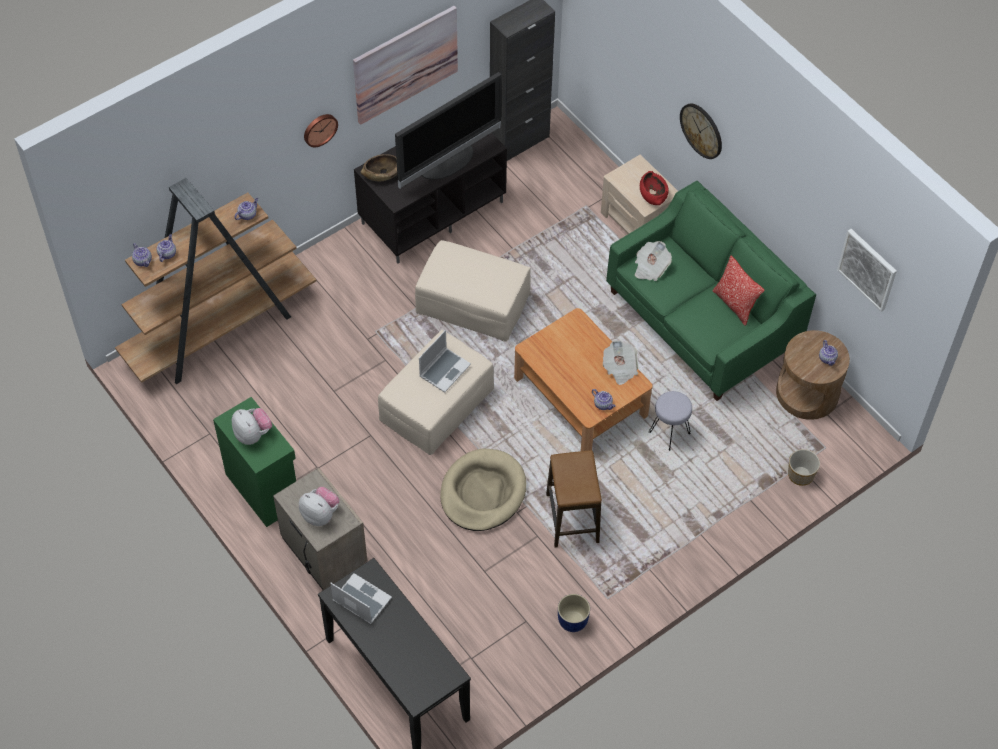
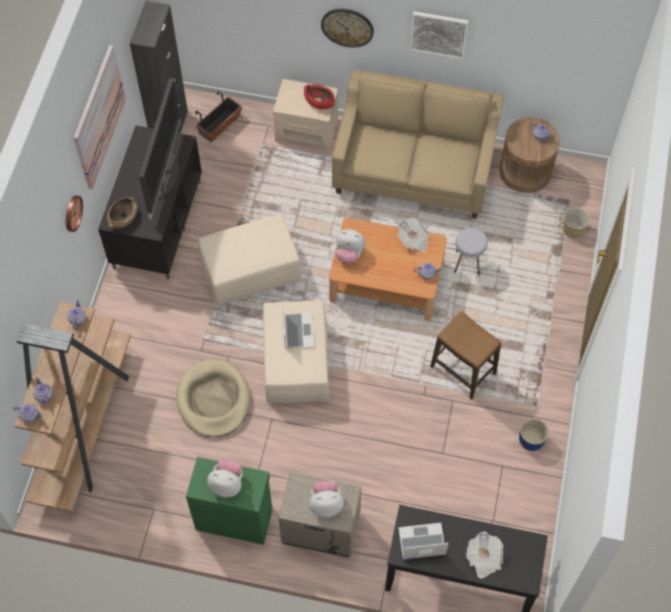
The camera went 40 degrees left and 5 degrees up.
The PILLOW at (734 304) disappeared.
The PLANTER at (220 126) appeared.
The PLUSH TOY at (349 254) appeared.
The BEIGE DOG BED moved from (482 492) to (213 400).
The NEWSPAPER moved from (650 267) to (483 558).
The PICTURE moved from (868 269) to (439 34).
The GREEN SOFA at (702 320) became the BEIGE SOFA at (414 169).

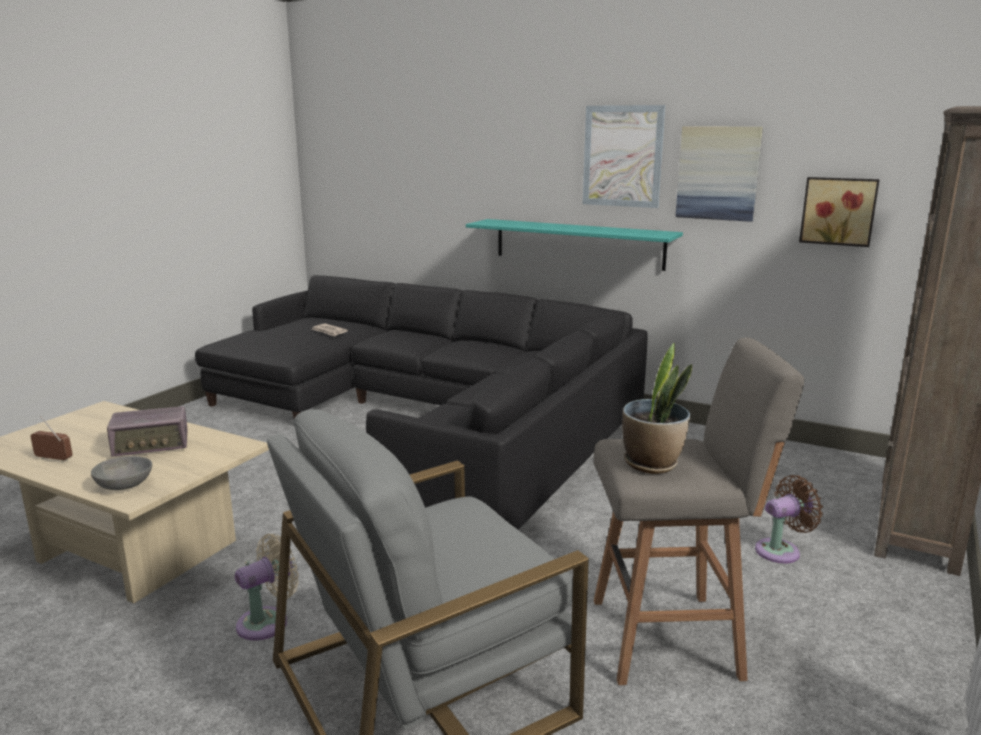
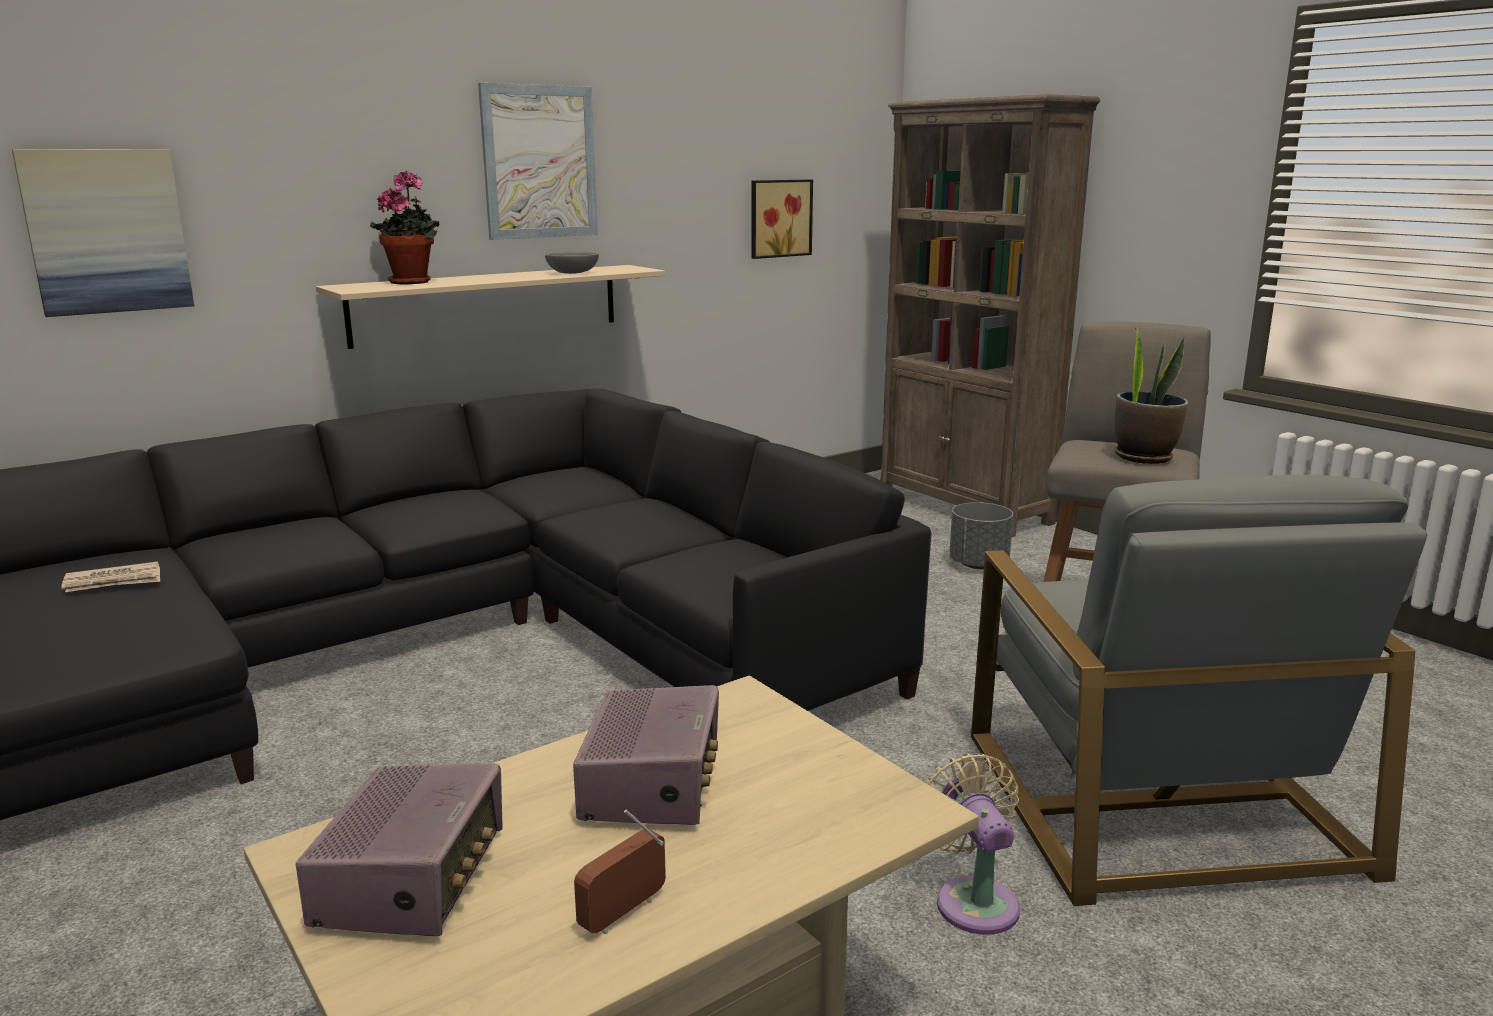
The camera went 65 degrees left and 0 degrees up.
The RADIO at (413 879) appeared.
The POTTED PLANT at (413 282) appeared.
The GREY BOWL moved from (125 485) to (573 273).
The PICTURE moved from (718 173) to (107 231).
The BROWN FAN at (781 550) was replaced by the GREY PLANTER at (978 565).
The TURQUOISE SHELF at (578 244) became the BEIGE SHELF at (487 304).

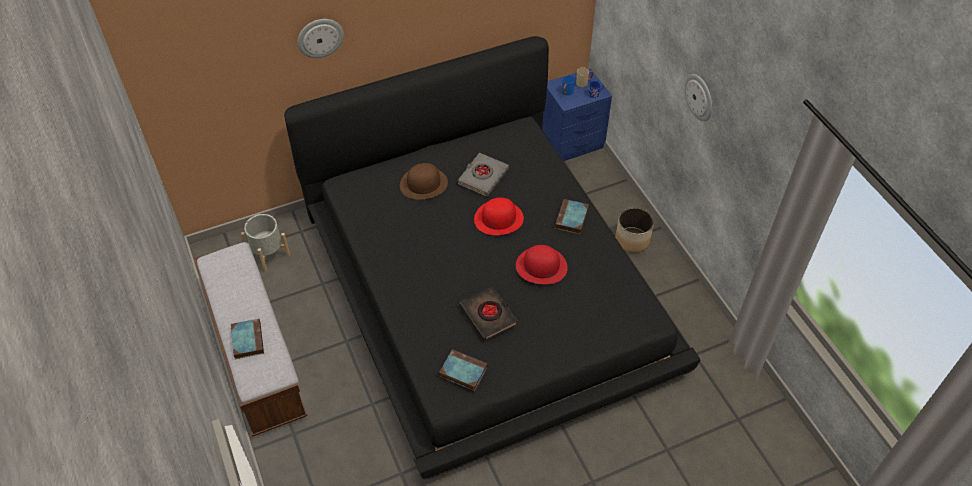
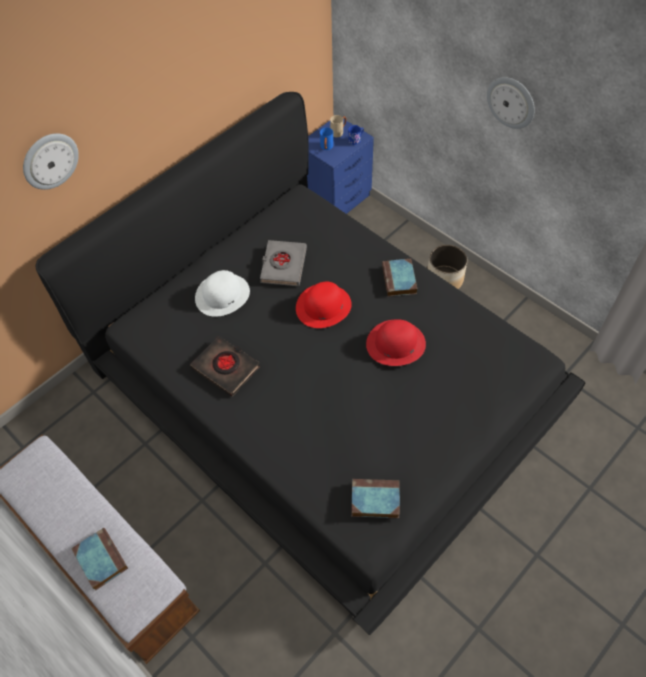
The camera went 20 degrees left and 5 degrees up.
The GREY PLANTER at (268 254) disappeared.
The BLACK BOOK moved from (488 315) to (226 368).
The BROWN HAT at (424 183) became the WHITE HAT at (222 294).

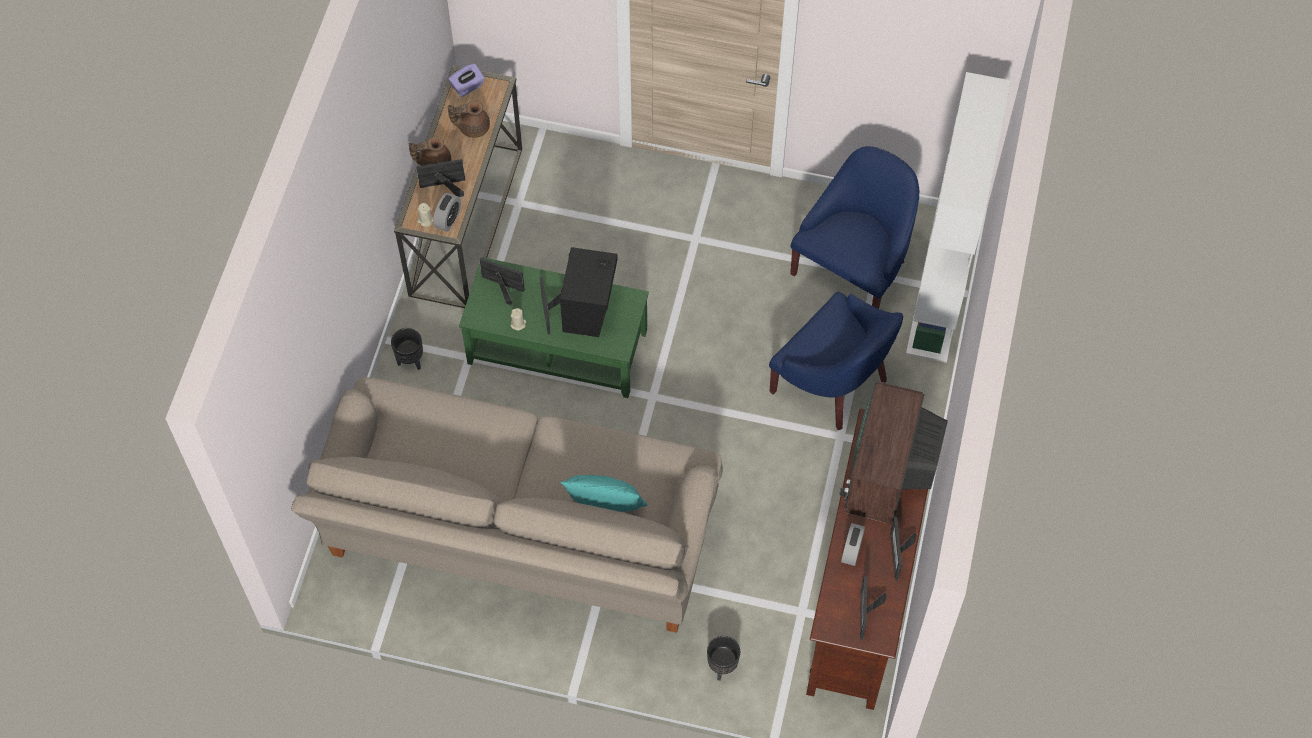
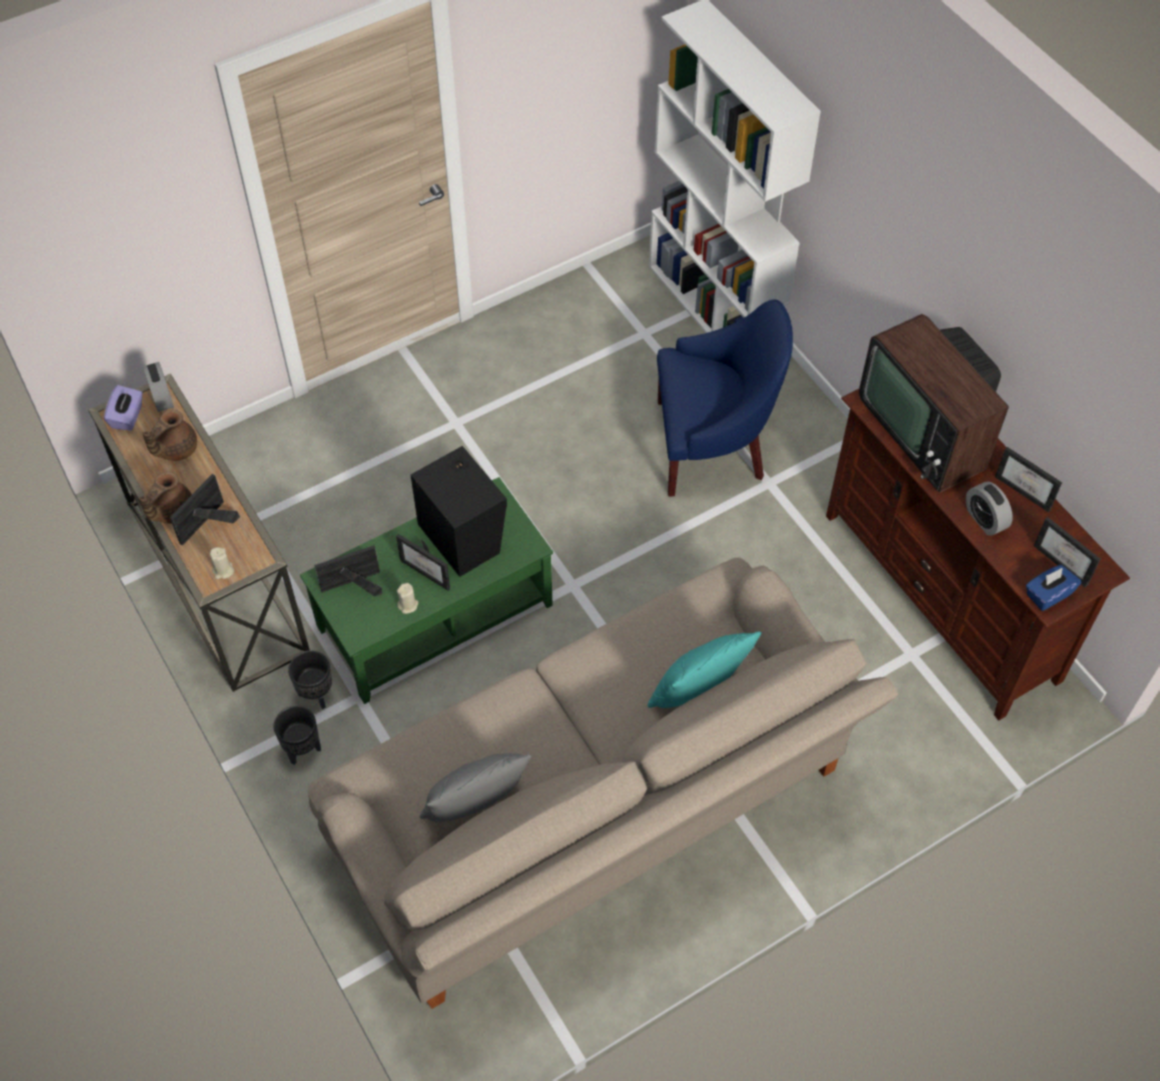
The camera went 45 degrees left and 5 degrees down.
The BLUE ARMCHAIR at (853 269) disappeared.
The GREY PILLOW at (476 805) appeared.
The BLUE TISSUE BOX at (1048 594) appeared.
The ALARM CLOCK moved from (448 219) to (162 398).
The BLACK PLANTER moved from (723 667) to (317 694).

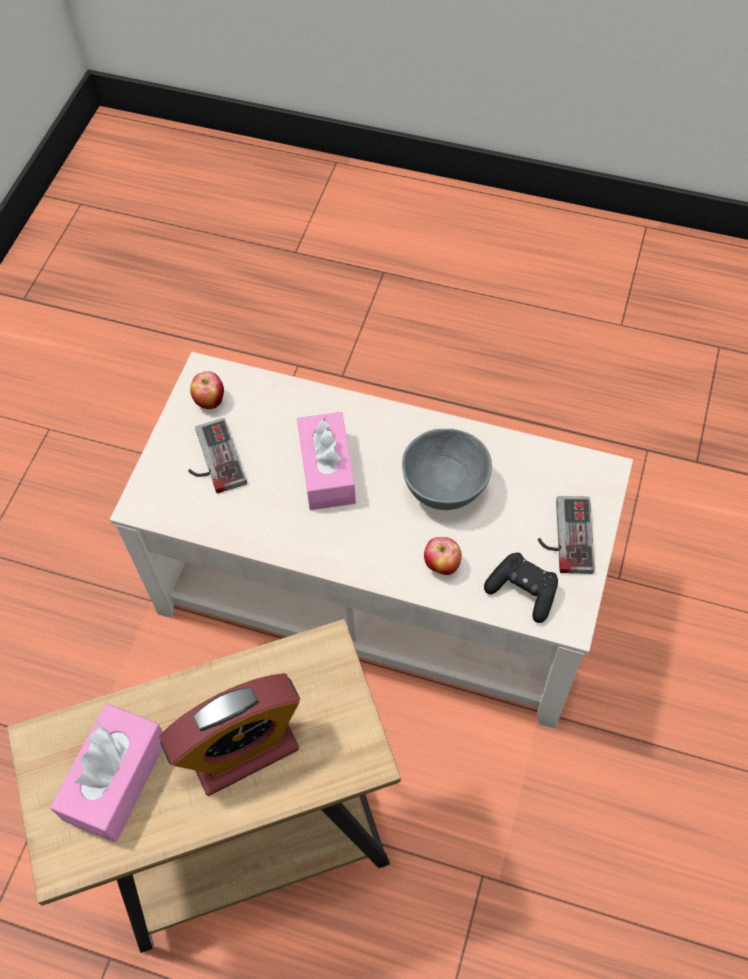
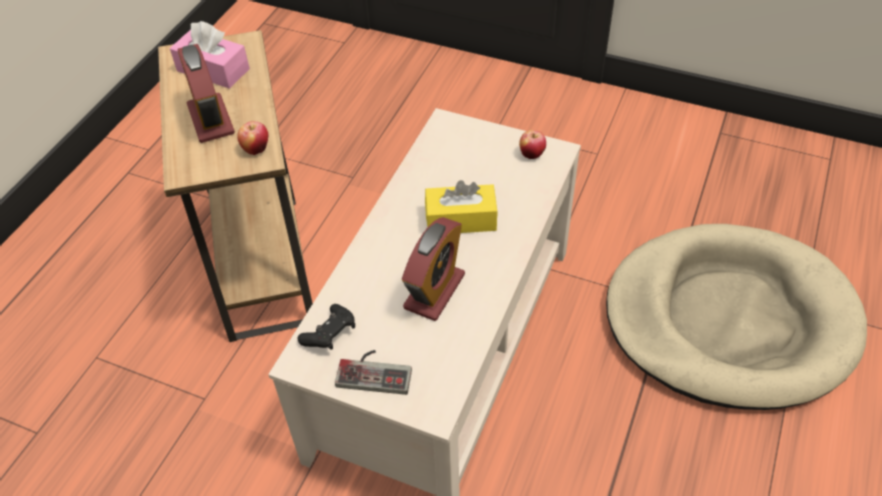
The camera went 95 degrees right and 10 degrees down.
The GAME CONTROLLER at (211 460) disappeared.
The BEIGE DOG BED at (729 319) appeared.
The APPLE moved from (441 565) to (256 149).
The GREY BOWL at (443 488) was replaced by the ALARM CLOCK at (434 291).
The PINK TISSUE BOX at (327 470) became the YELLOW TISSUE BOX at (461 219).

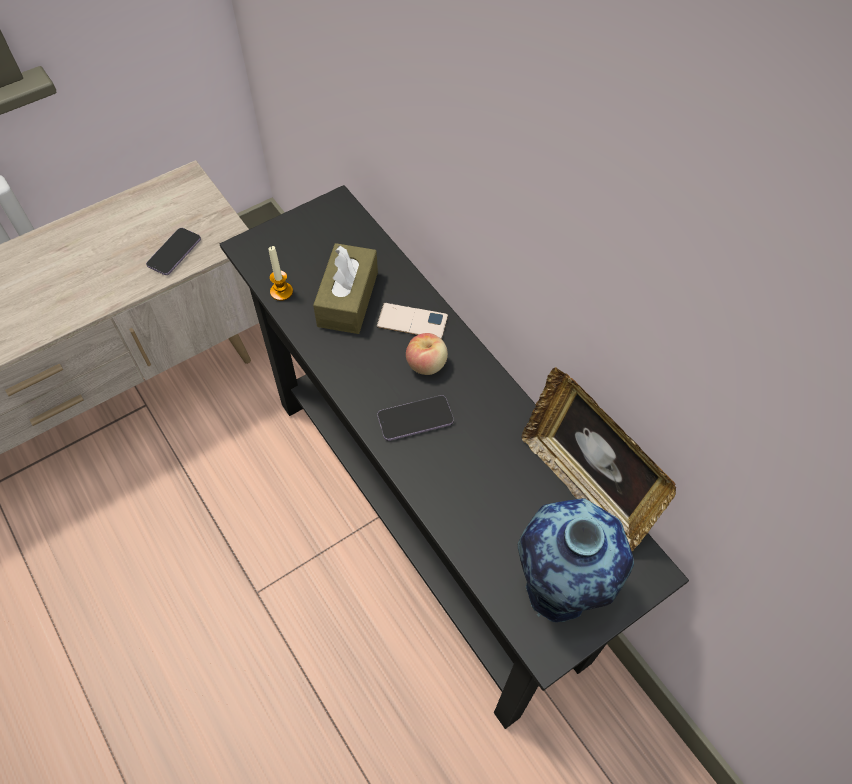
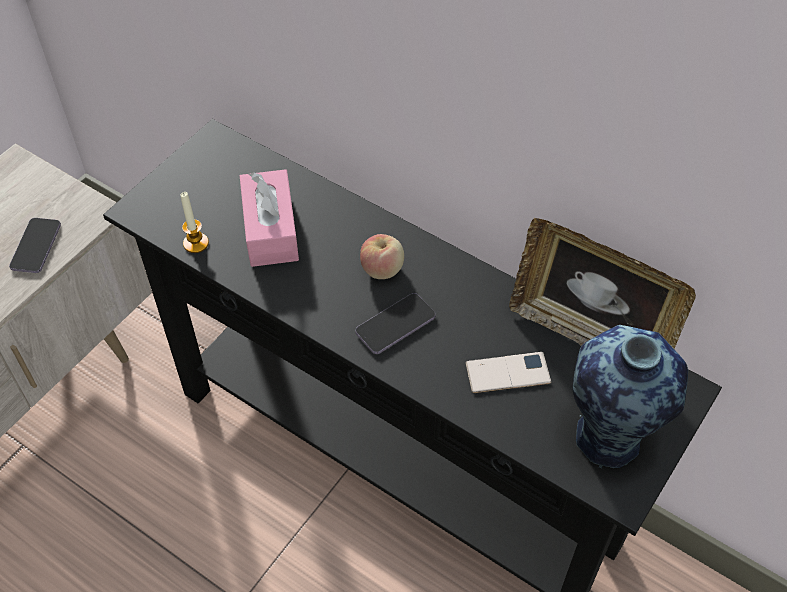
The camera went 20 degrees left and 5 degrees down.
The PHONE moved from (412 321) to (508 373).
The BROWN TISSUE BOX at (348 299) became the PINK TISSUE BOX at (270 230).

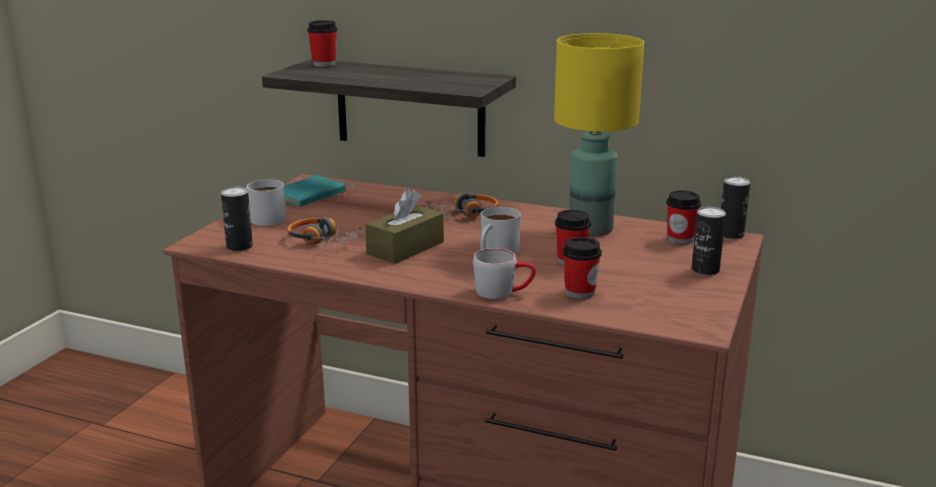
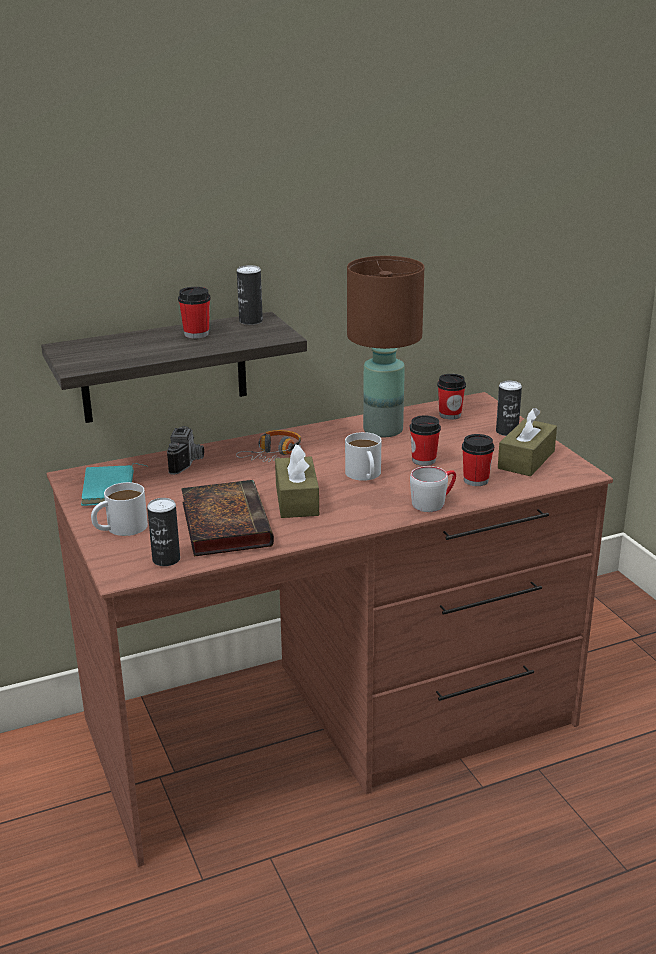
The camera went 45 degrees left and 5 degrees up.
The PHOTO CAMERA at (189 462) appeared.
The BROWN TISSUE BOX at (526 460) appeared.
The CUP moved from (324 64) to (196 334).
The CAN moved from (731 235) to (251 321).
The HEADPHONES at (324 241) was replaced by the BOOK at (224 523).
The YELLOW TABLE LAMP at (590 228) became the BROWN TABLE LAMP at (382 429).

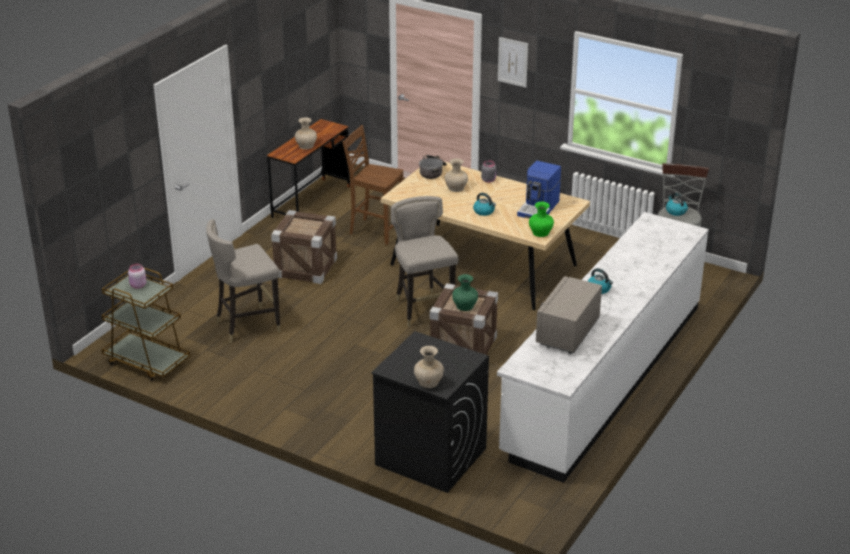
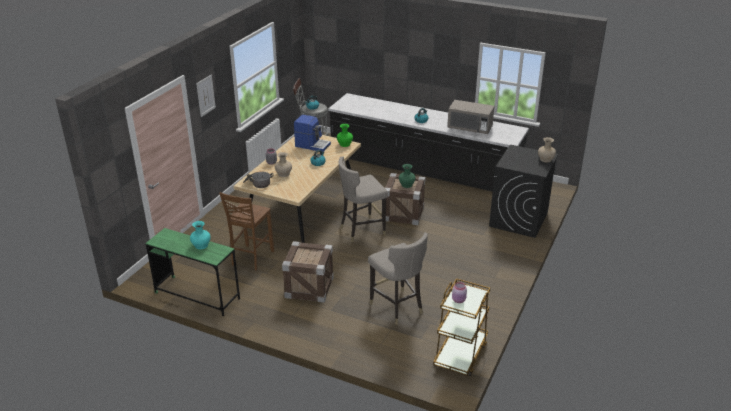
The camera went 95 degrees left and 0 degrees up.
The BROWN DESK at (311 201) became the GREEN DESK at (197 296).
The BEIGE VASE at (306 146) became the TURQUOISE VASE at (201 245).
The WHITE COUNTER at (604 377) became the BLACK COUNTER at (423 169).

